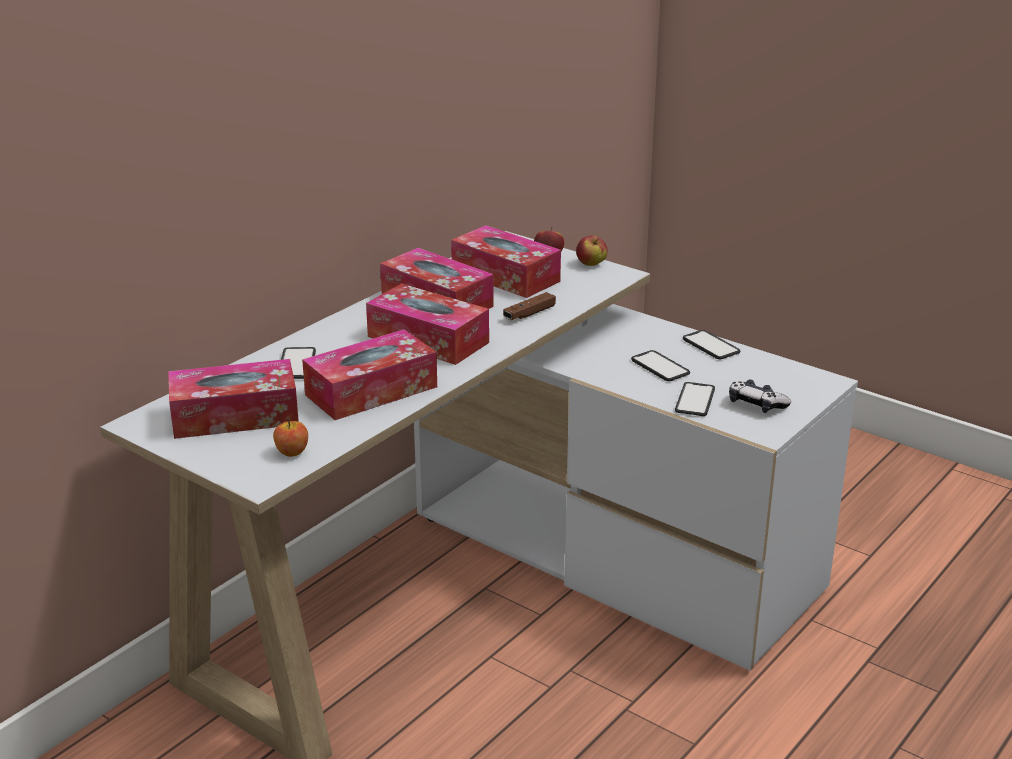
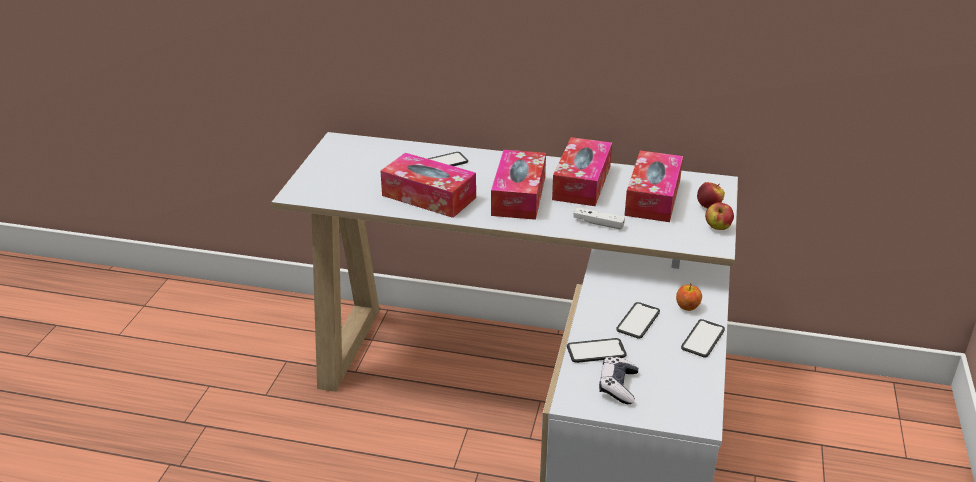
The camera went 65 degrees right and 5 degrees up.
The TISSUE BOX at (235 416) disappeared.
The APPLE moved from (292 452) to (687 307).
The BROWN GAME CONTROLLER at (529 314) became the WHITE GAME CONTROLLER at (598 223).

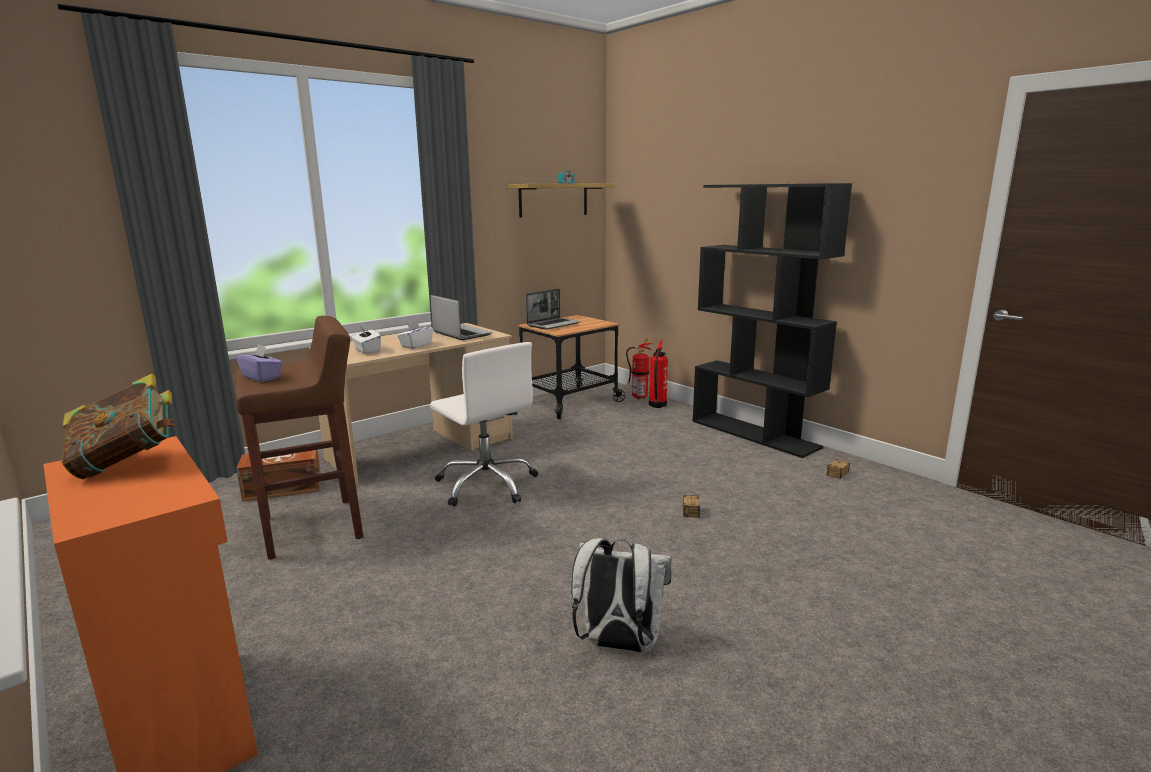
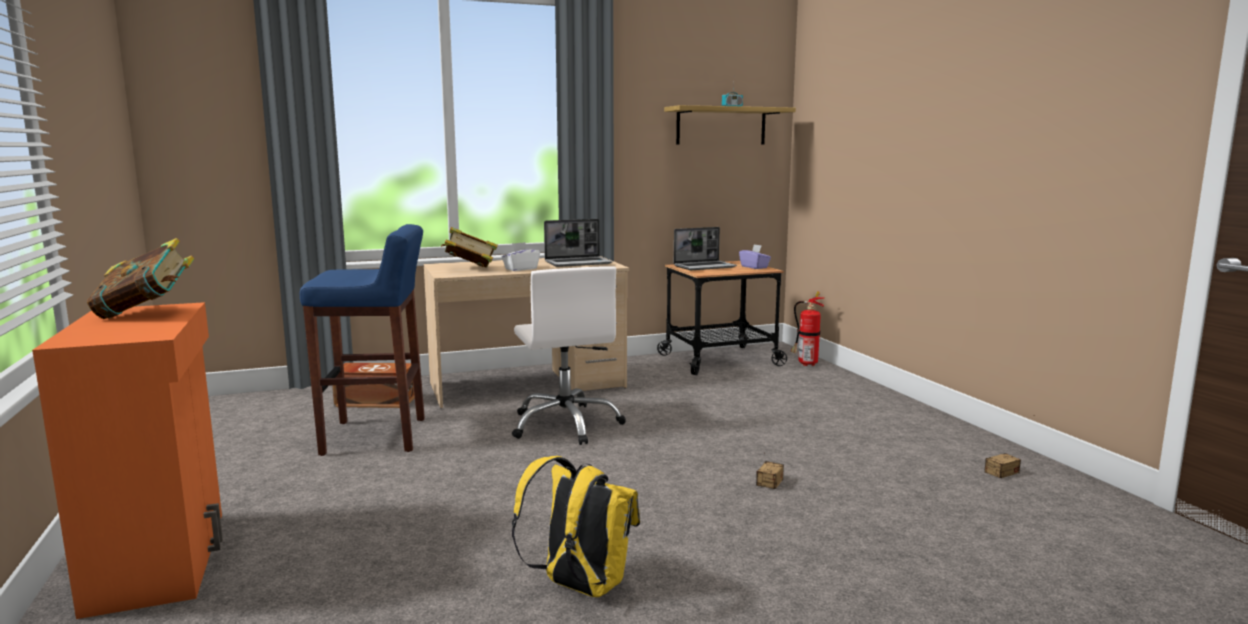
The camera went 20 degrees right and 5 degrees down.
The FIRE EXTINGUISHER at (657 405) disappeared.
The BLACK BOOKCASE at (755 434) disappeared.
The PURPLE TISSUE BOX moved from (262 377) to (754 267).
The WHITE TISSUE BOX at (367 351) was replaced by the BOOK at (469 270).
The BROWN STOOL at (314 527) became the BLUE STOOL at (377 436).
The WHITE BACKPACK at (618 644) became the YELLOW BACKPACK at (579 587).
The LAPTOP at (461 333) turned 90 degrees clockwise.

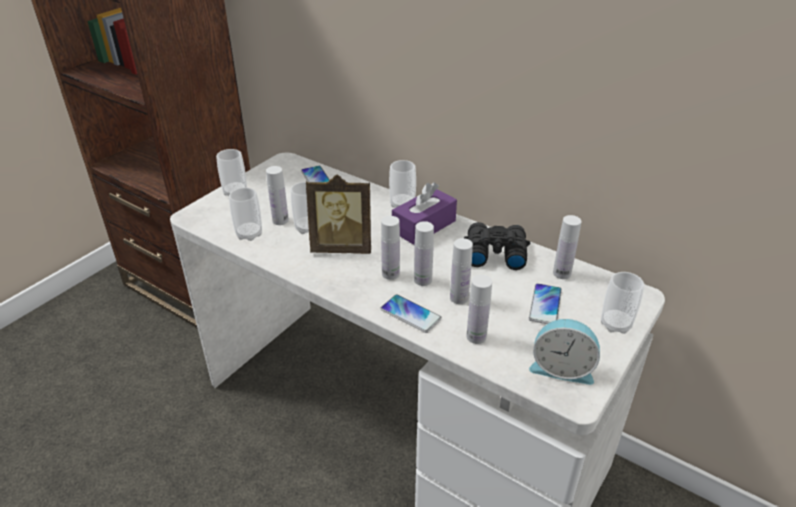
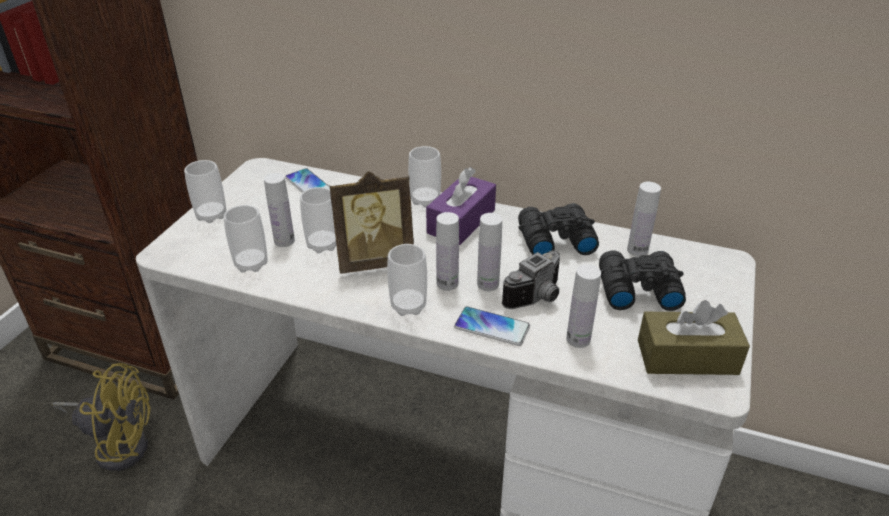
The camera went 15 degrees left and 0 degrees up.
The YELLOW FAN at (118 444) appeared.
The CUP moved from (615 324) to (408 306).
The WHITE BOTTLE at (459 298) was replaced by the PHOTO CAMERA at (538 298).
The PHONE at (545 305) was replaced by the BLACK BINOCULARS at (636 289).
The ALARM CLOCK at (562 368) was replaced by the BROWN TISSUE BOX at (687 357).

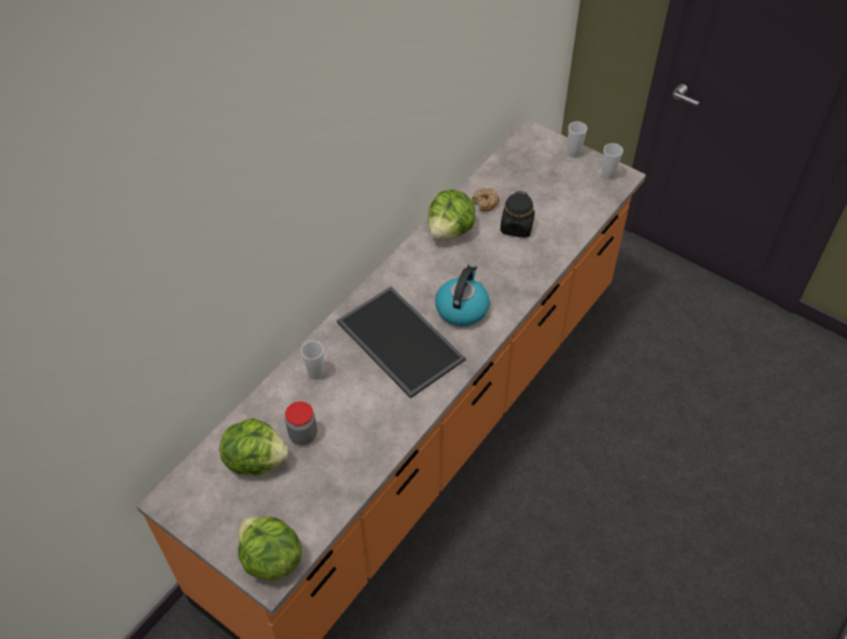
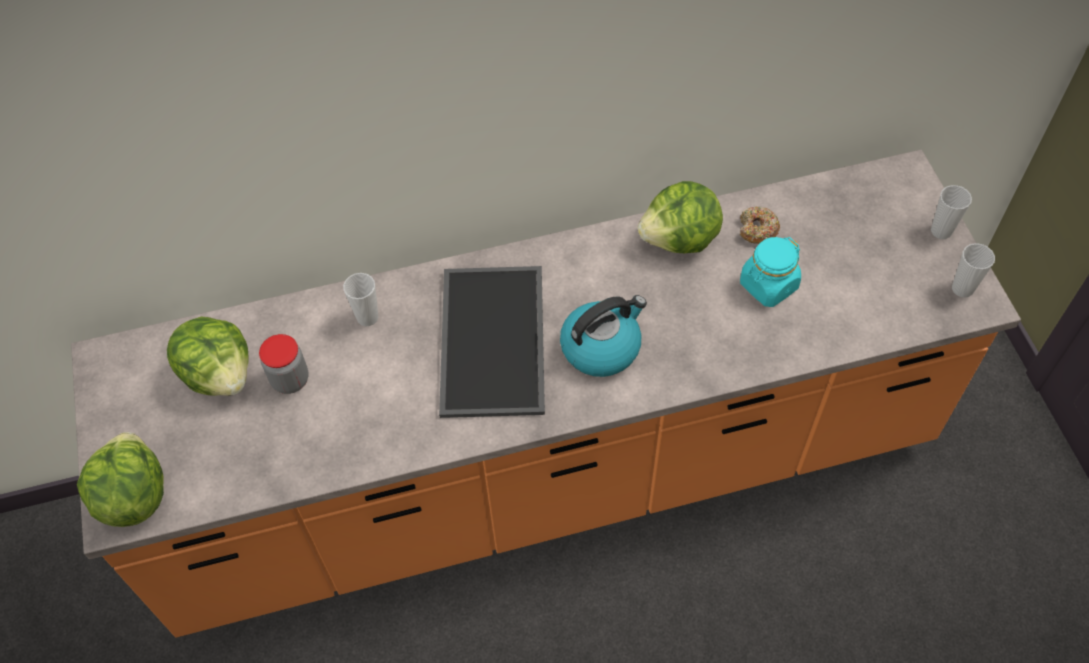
The camera went 40 degrees right and 5 degrees up.
The BLACK JAR at (516 227) became the TURQUOISE JAR at (768 286).

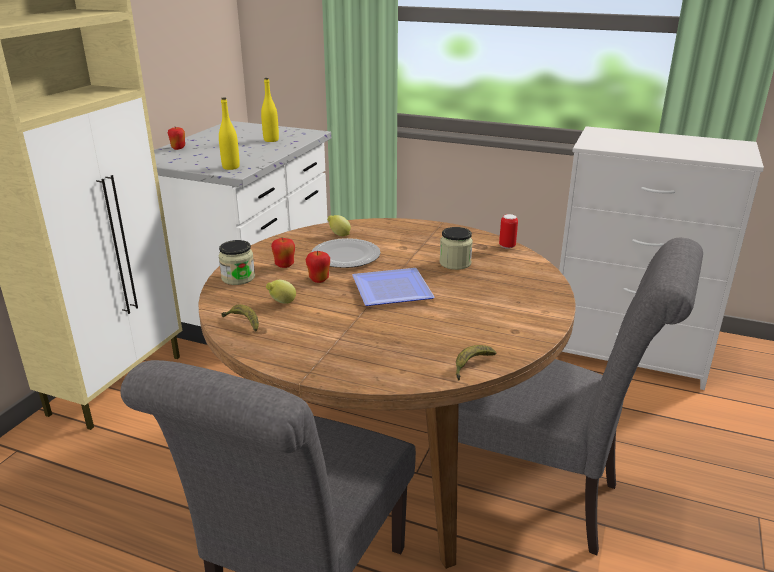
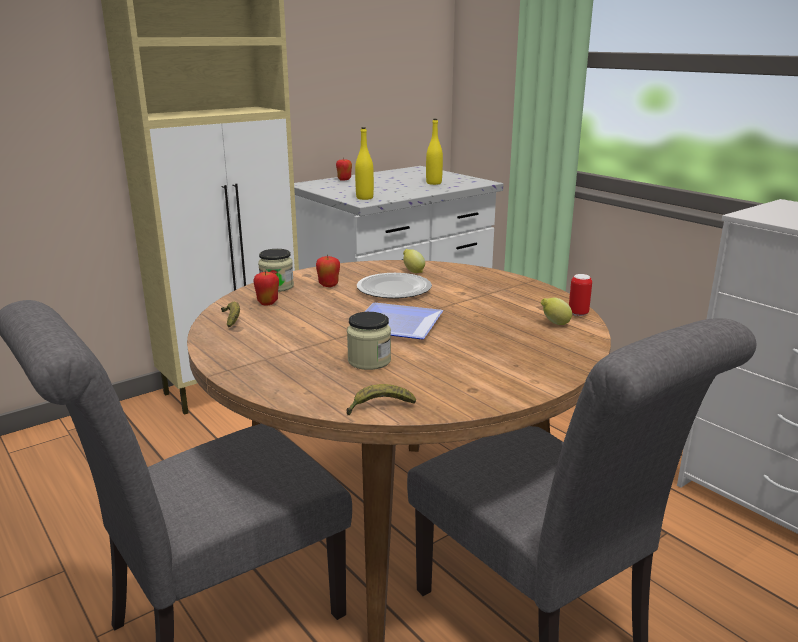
The camera went 30 degrees right and 5 degrees down.
The LEMON moved from (282 303) to (555 324).
The APPLE moved from (319 279) to (267 303).
The JAR moved from (455 263) to (369 361).

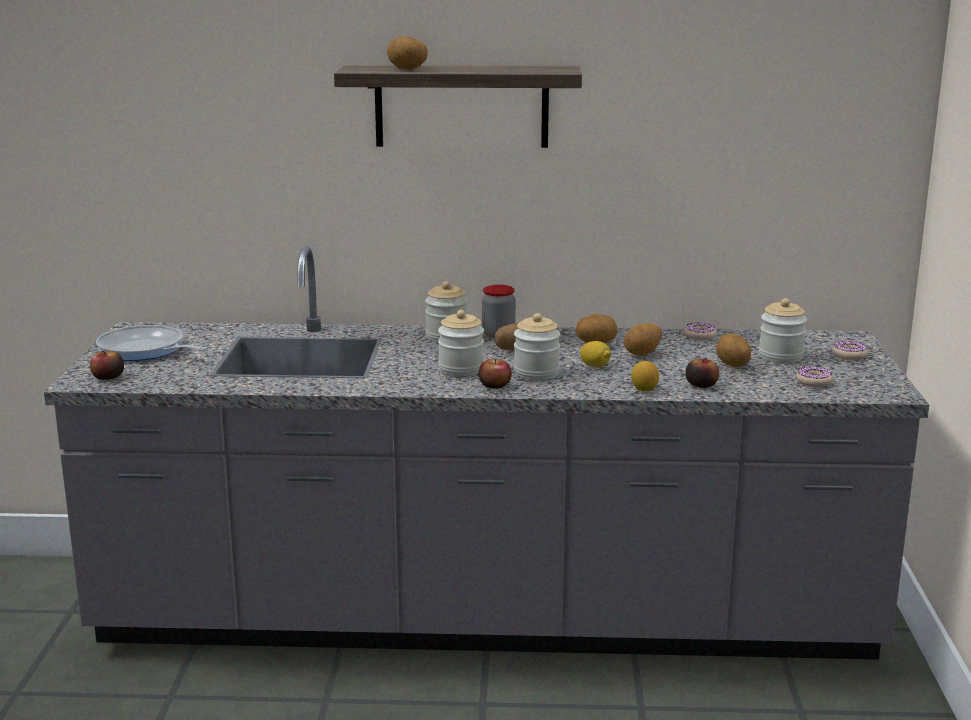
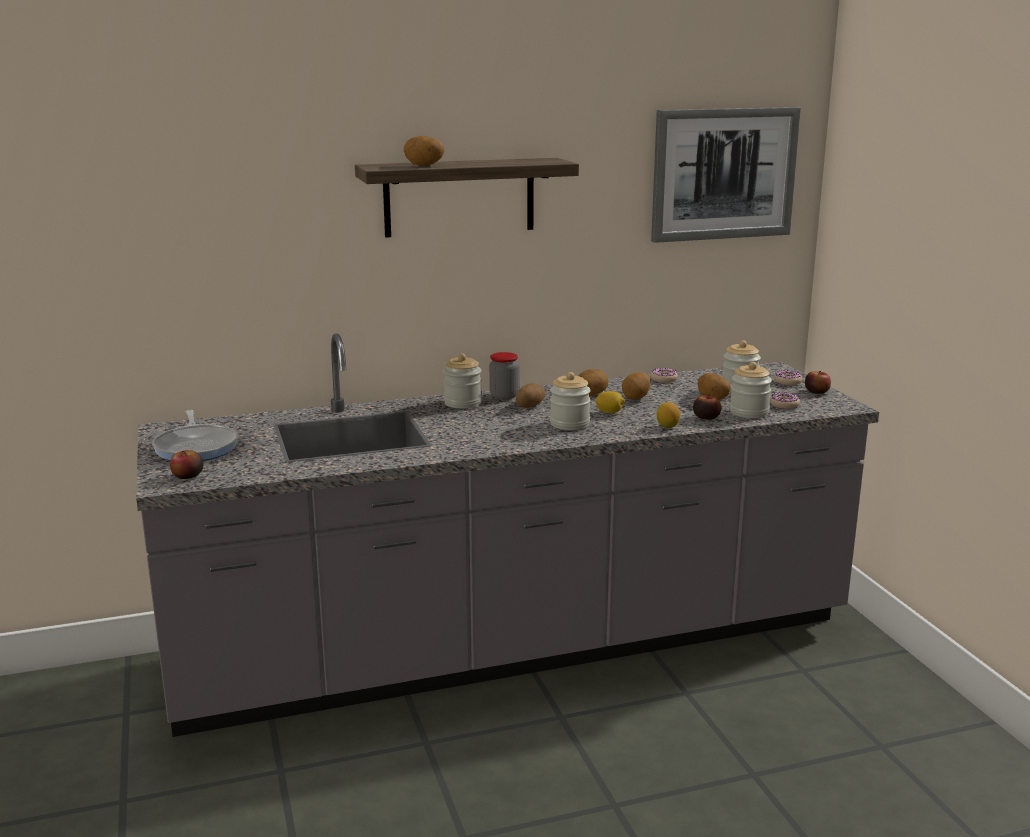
The camera went 20 degrees left and 0 degrees up.
The PICTURE at (724 174) appeared.
The JAR moved from (461 369) to (749 412).
The APPLE moved from (495 385) to (816 391).
The FRYING PAN at (144 350) turned 120 degrees counterclockwise.

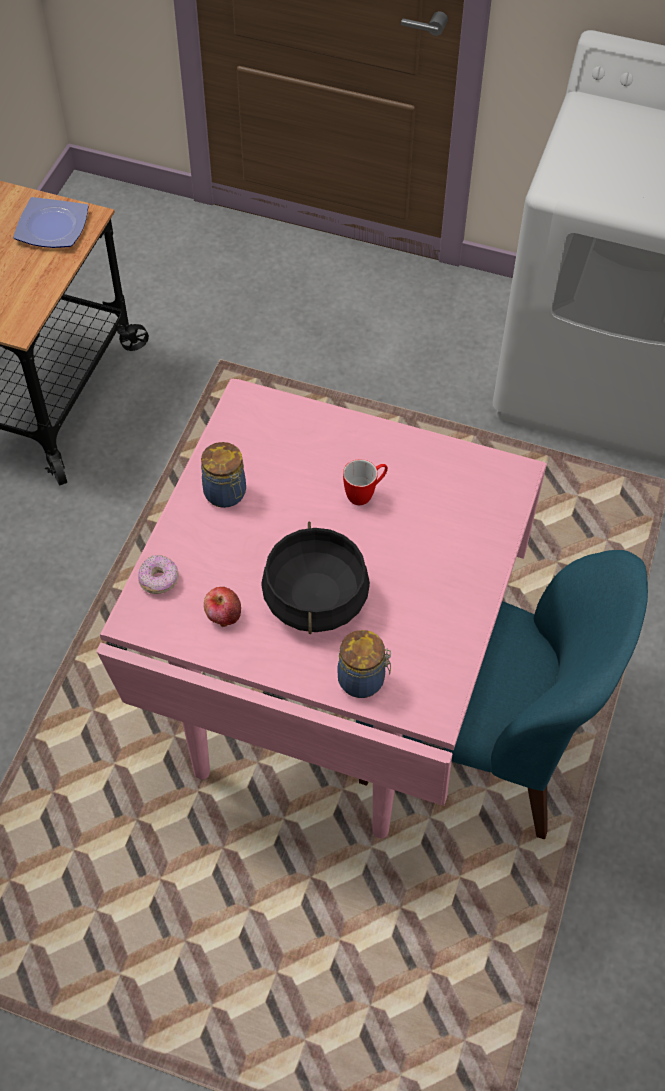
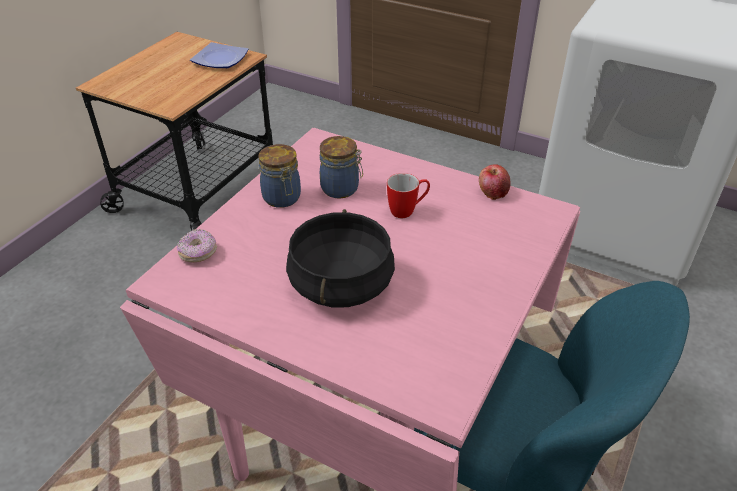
The camera went 10 degrees right and 15 degrees down.
The APPLE moved from (223 615) to (492 193).
The JAR moved from (363 680) to (341 189).

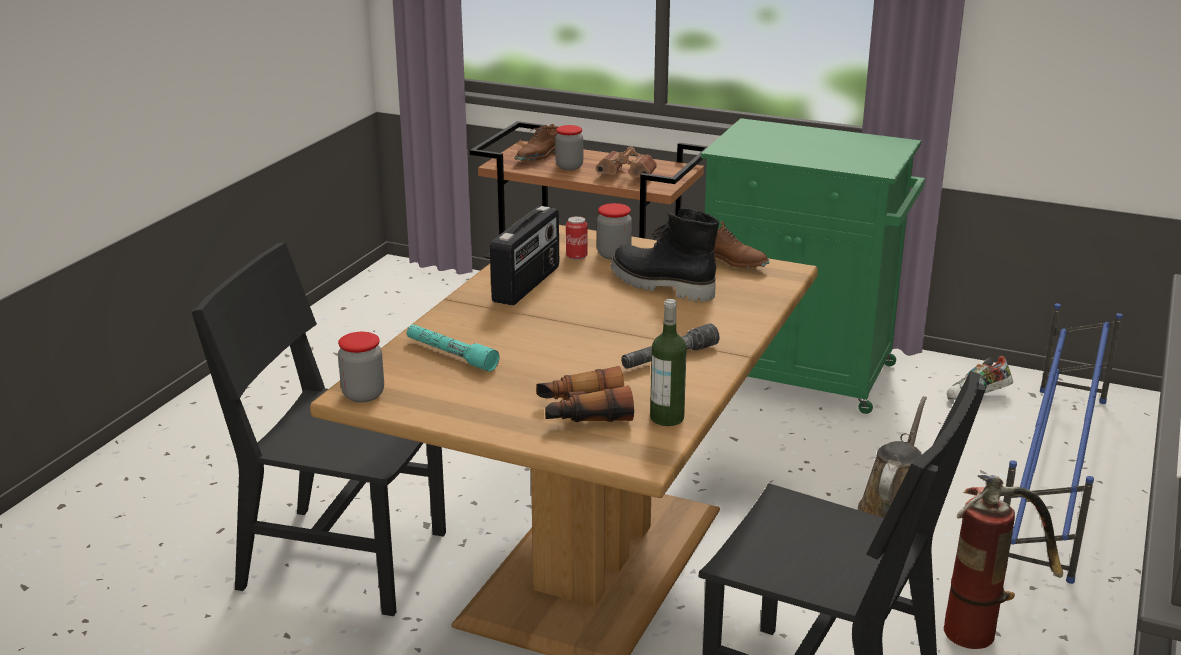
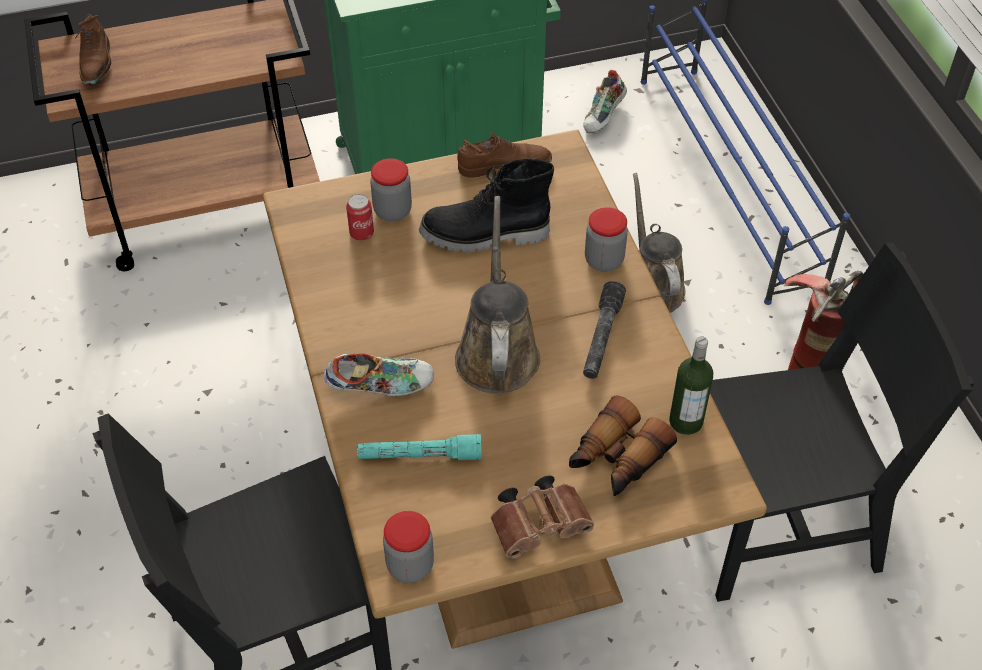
The camera went 40 degrees left and 25 degrees up.
The RADIO at (527 284) disappeared.
The SHOE at (380 386) appeared.
The BROWN WATERING CAN at (497 351) appeared.
The JAR moved from (569 167) to (604 260).
The BROWN BINOCULARS moved from (628 176) to (542 525).

